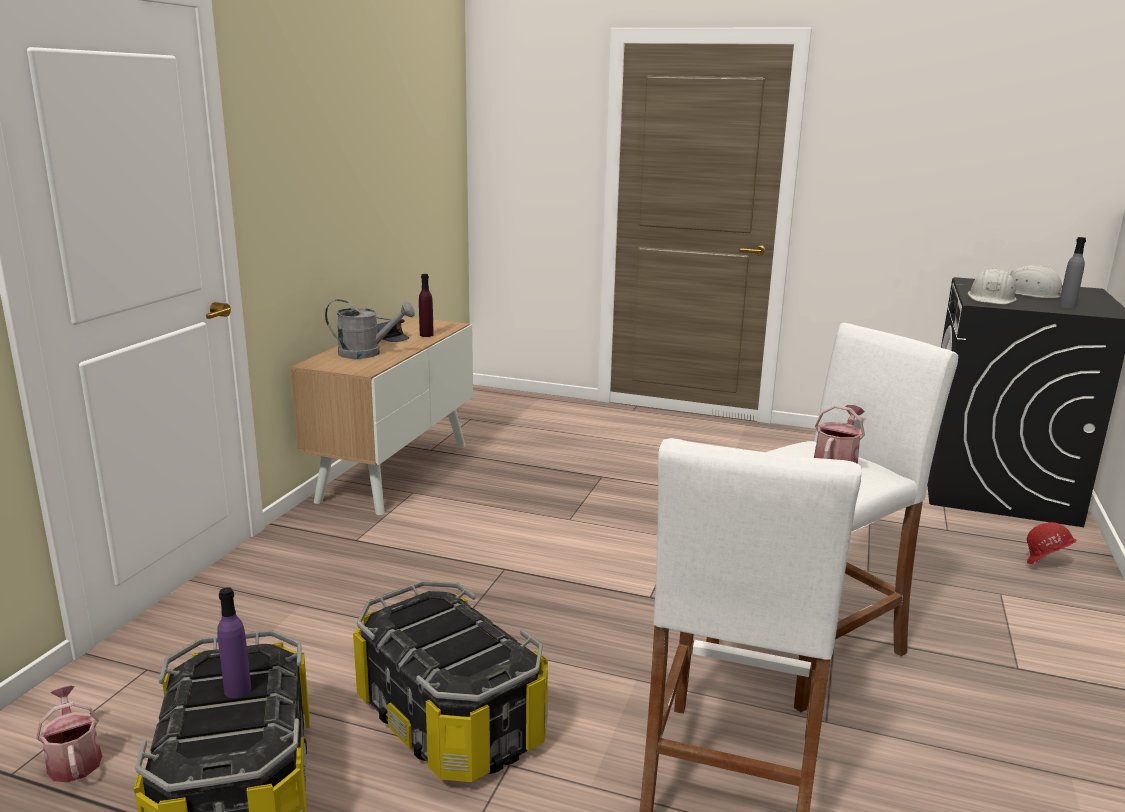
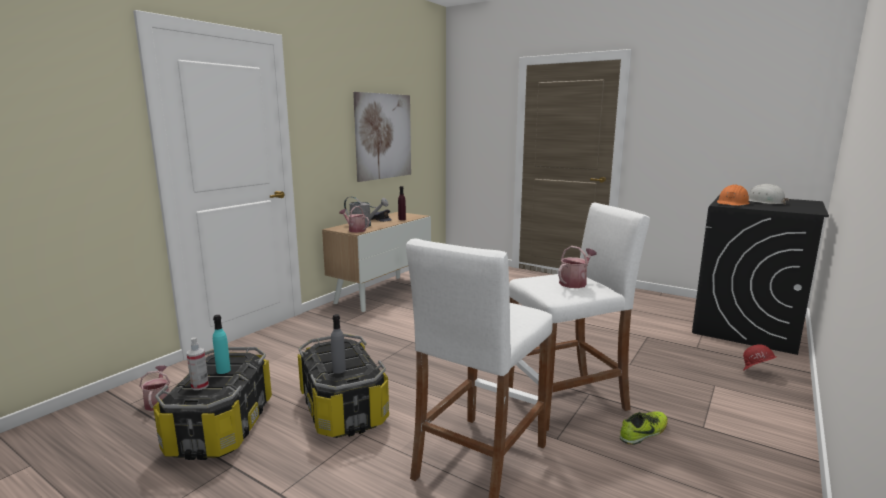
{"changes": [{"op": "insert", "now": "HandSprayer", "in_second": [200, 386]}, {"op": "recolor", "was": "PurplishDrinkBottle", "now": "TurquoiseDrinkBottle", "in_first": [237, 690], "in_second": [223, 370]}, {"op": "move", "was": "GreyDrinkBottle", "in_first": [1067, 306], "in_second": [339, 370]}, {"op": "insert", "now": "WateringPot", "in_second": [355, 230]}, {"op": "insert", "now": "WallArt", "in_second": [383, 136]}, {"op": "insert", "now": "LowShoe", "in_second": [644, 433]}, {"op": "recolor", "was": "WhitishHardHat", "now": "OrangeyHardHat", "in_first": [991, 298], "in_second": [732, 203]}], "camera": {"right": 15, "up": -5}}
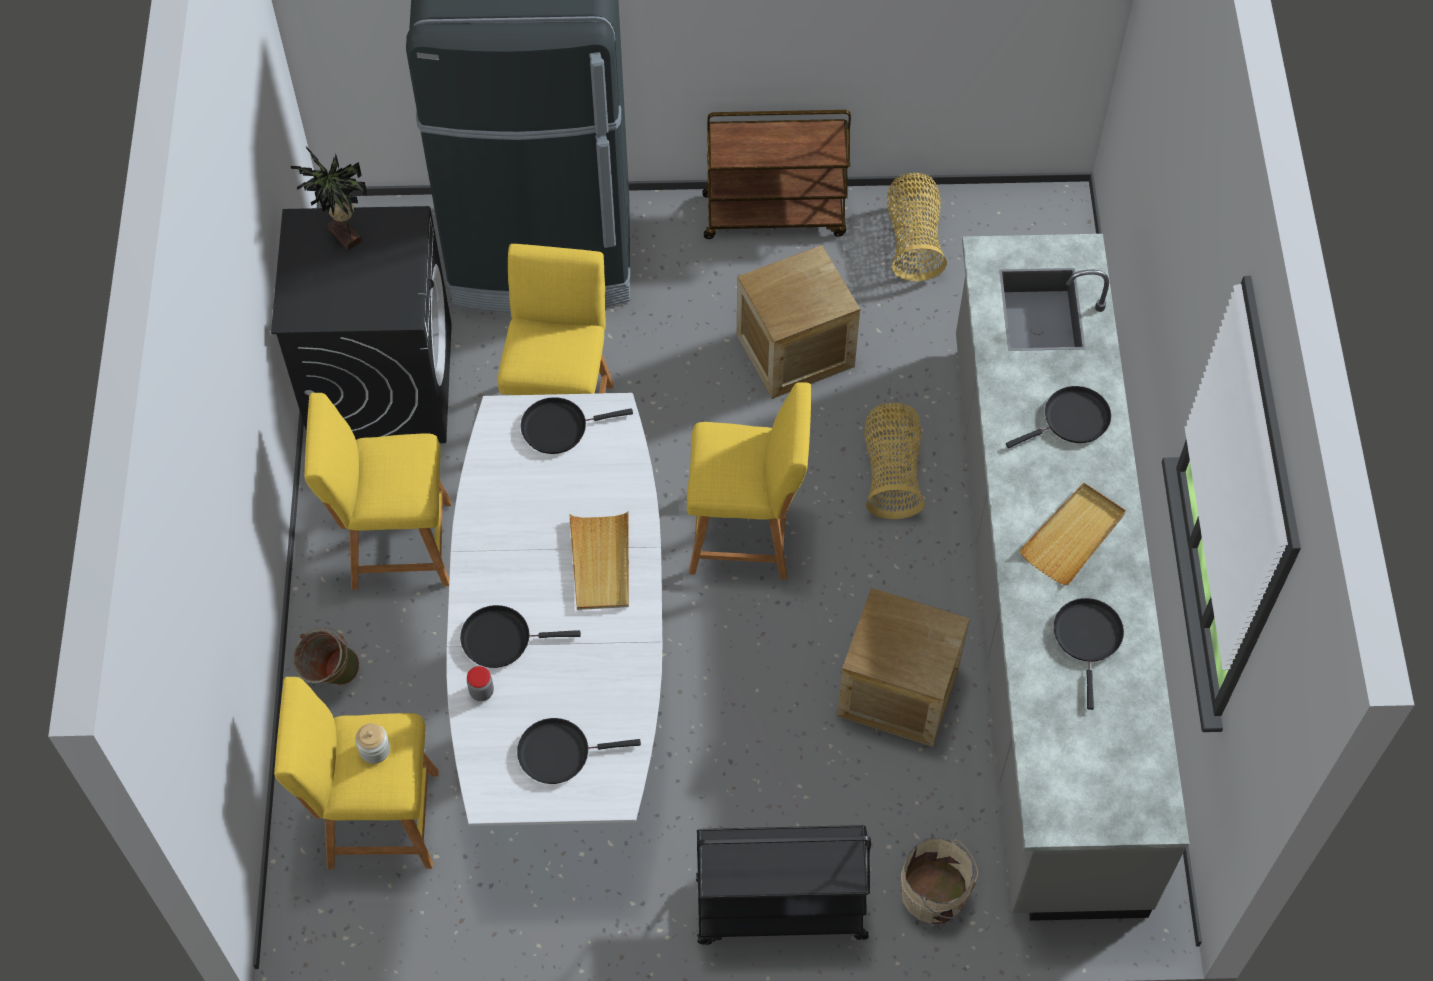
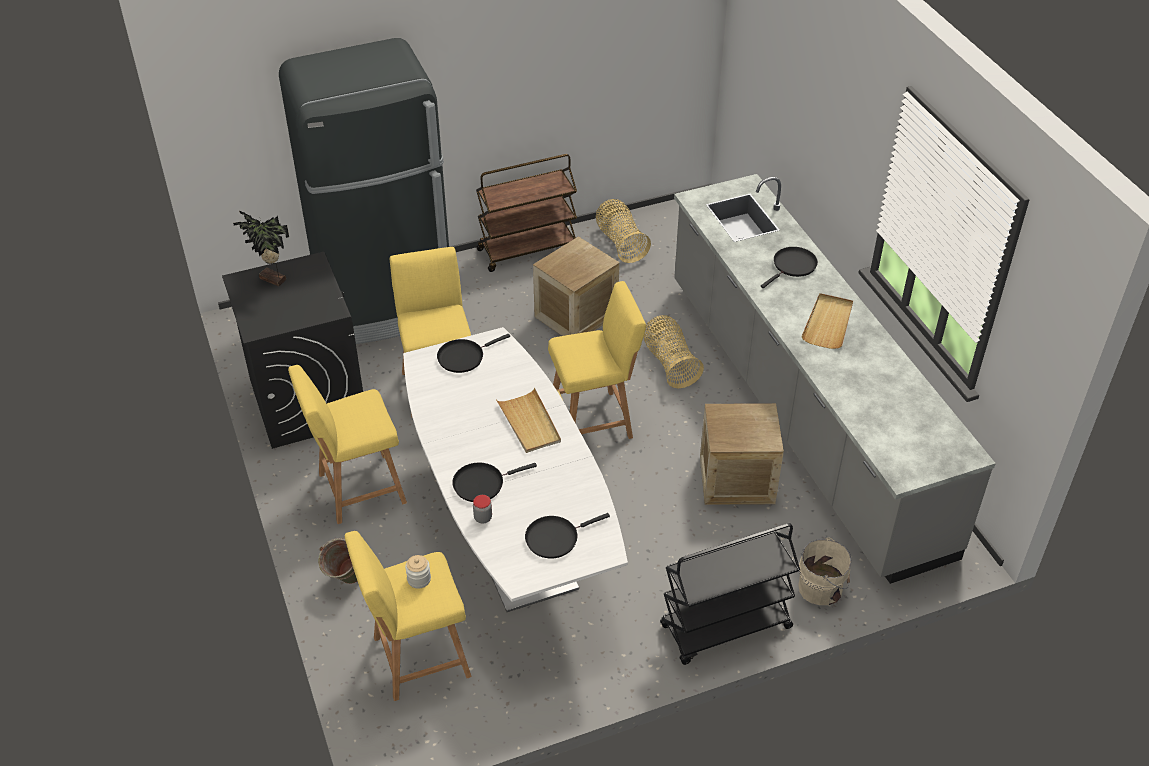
{"changes": [{"op": "delete", "was": "BlackColouredPan", "in_first": [1088, 638]}], "camera": {"right": -20, "up": -15}}
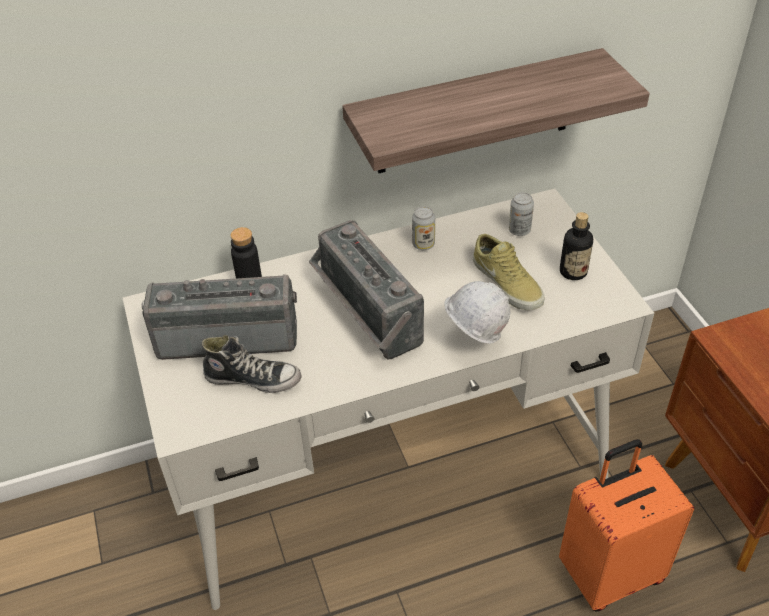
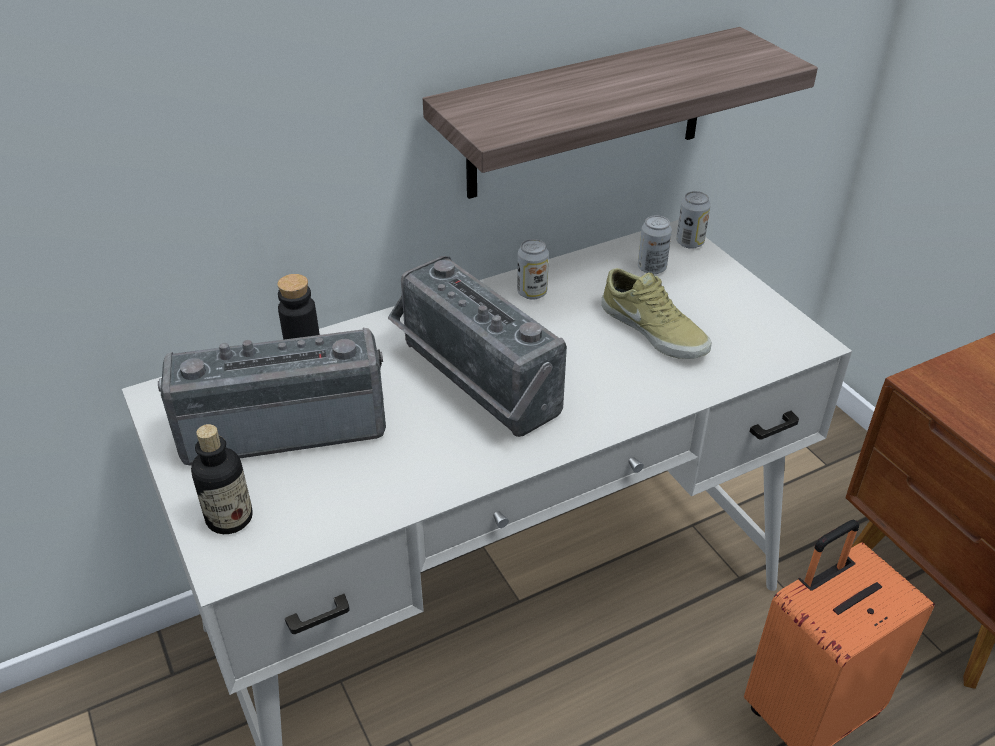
{"changes": [{"op": "move", "was": "DrinkBottle", "in_first": [573, 272], "in_second": [229, 518]}, {"op": "insert", "now": "MetalCan", "in_second": [690, 242]}, {"op": "delete", "was": "LowShoe", "in_first": [253, 379]}, {"op": "delete", "was": "WhitishHardHat", "in_first": [473, 339]}], "camera": {"right": -10, "up": -5}}
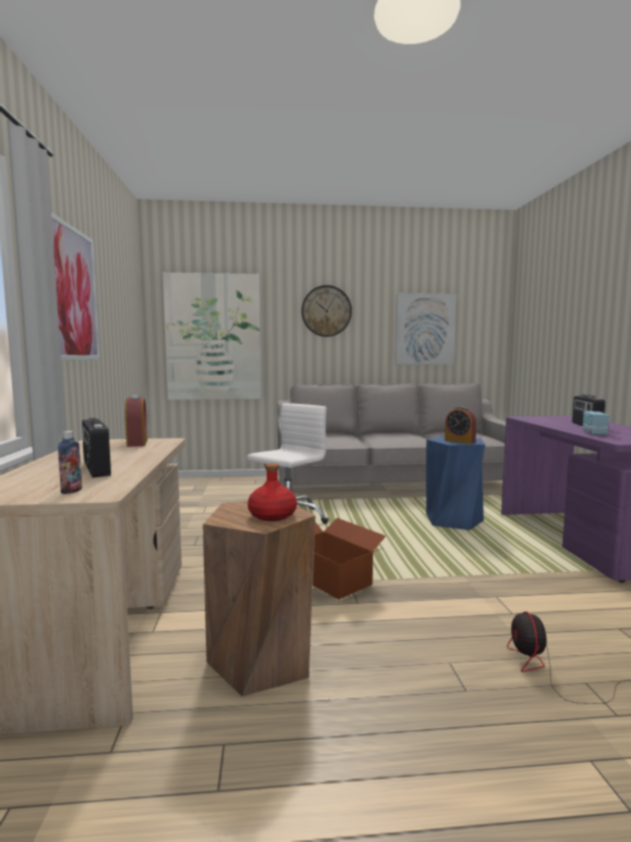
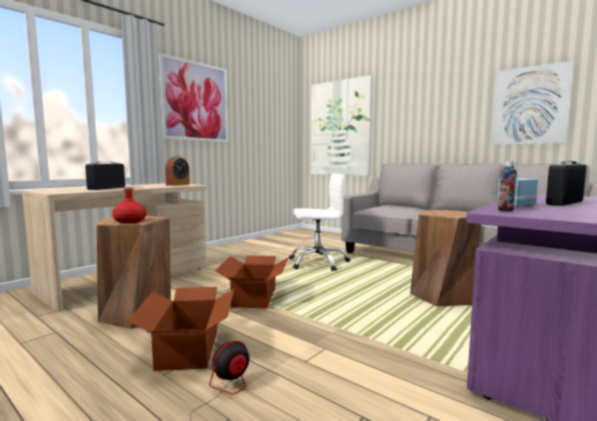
{"changes": [{"op": "insert", "now": "Carton", "in_second": [187, 349]}, {"op": "recolor", "was": "BluishStool", "now": "BrownishStool", "in_first": [453, 520], "in_second": [442, 296]}, {"op": "move", "was": "DrinkBottle", "in_first": [71, 491], "in_second": [505, 210]}, {"op": "delete", "was": "ClockOnTheWall", "in_first": [326, 311]}, {"op": "delete", "was": "AlarmClock", "in_first": [459, 441]}], "camera": {"right": 45, "up": 0}}
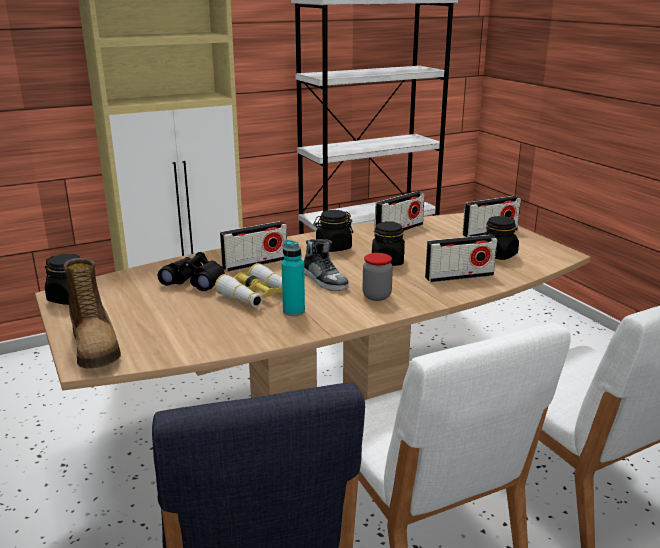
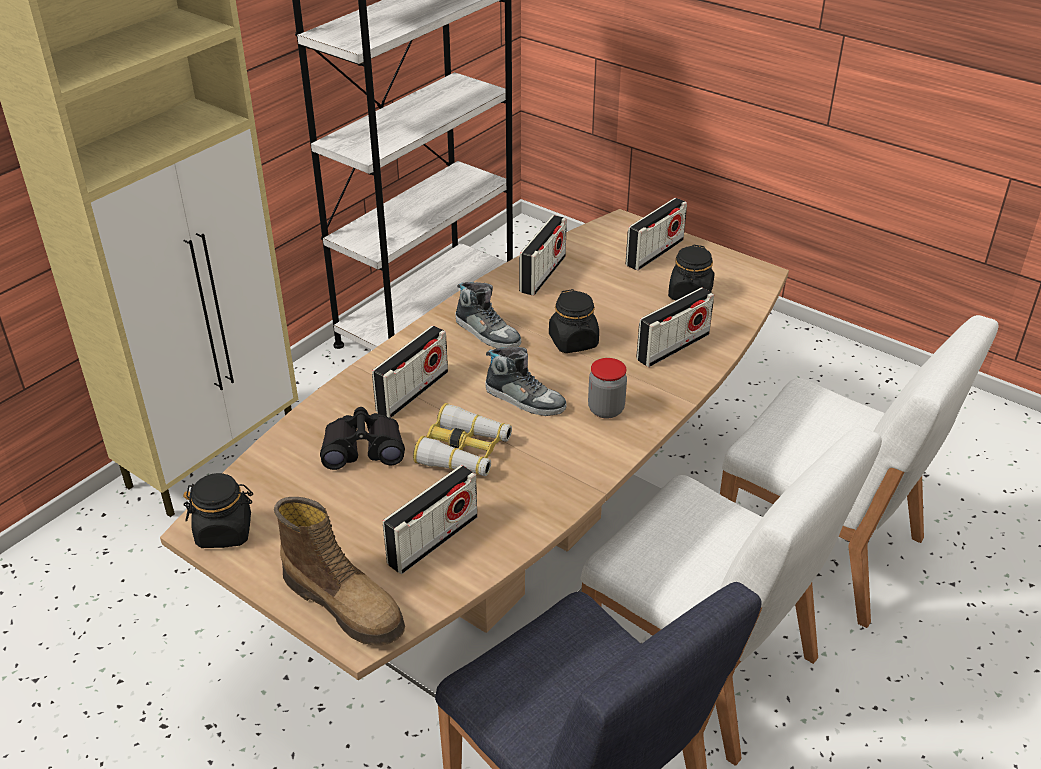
{"changes": [{"op": "insert", "now": "Radio", "in_second": [433, 540]}, {"op": "replace", "was": "BlackColouredJar", "now": "LowShoe", "in_first": [333, 247], "in_second": [487, 332]}, {"op": "delete", "was": "TurquoiseDrinkBottle", "in_first": [293, 311]}], "camera": {"right": -25, "up": 15}}
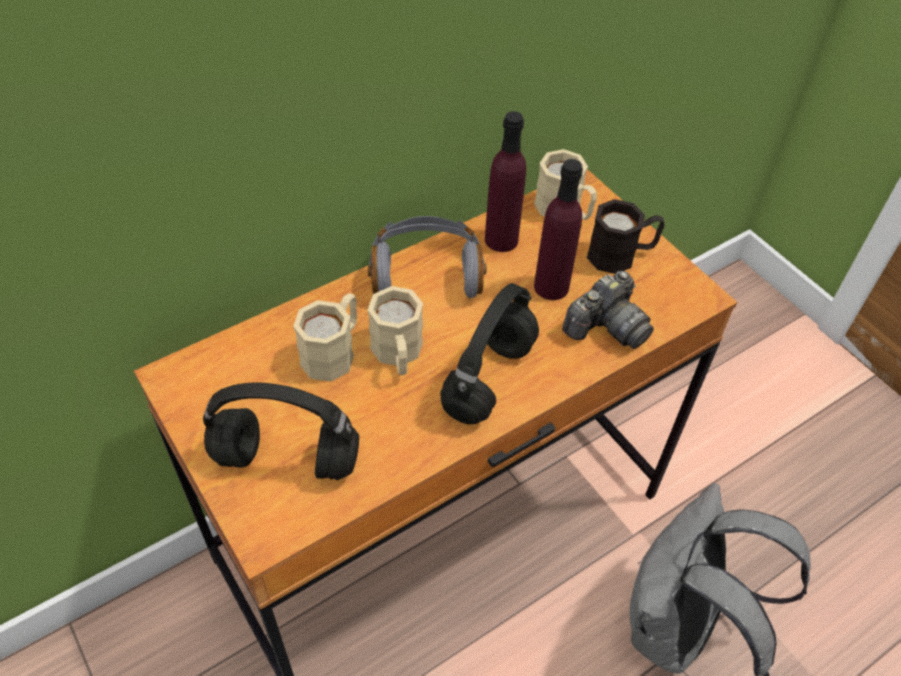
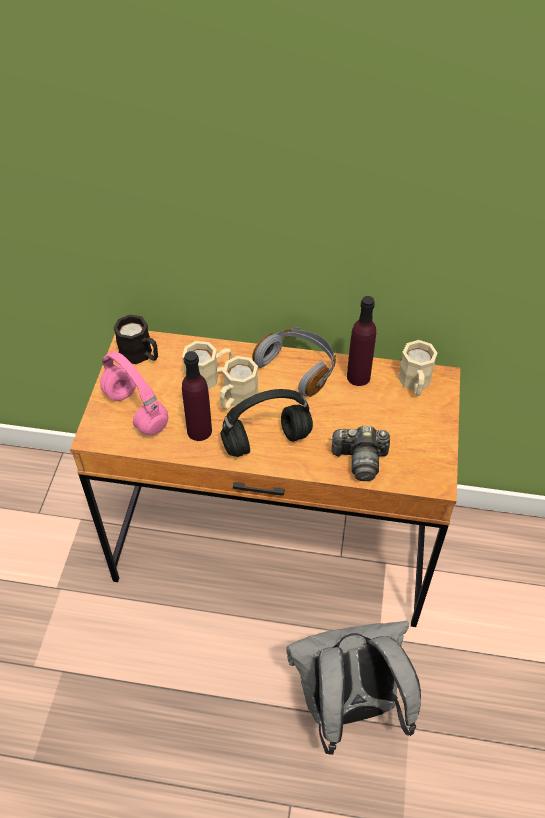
{"changes": [{"op": "recolor", "was": "BlackColouredPairOfHeadphones", "now": "PinkColouredPairOfHeadphones", "in_first": [289, 458], "in_second": [137, 411]}, {"op": "move", "was": "BlackColouredCoffeeMug", "in_first": [621, 255], "in_second": [141, 355]}, {"op": "move", "was": "PurplishDrinkBottle", "in_first": [551, 286], "in_second": [199, 431]}], "camera": {"right": 45, "up": 0}}
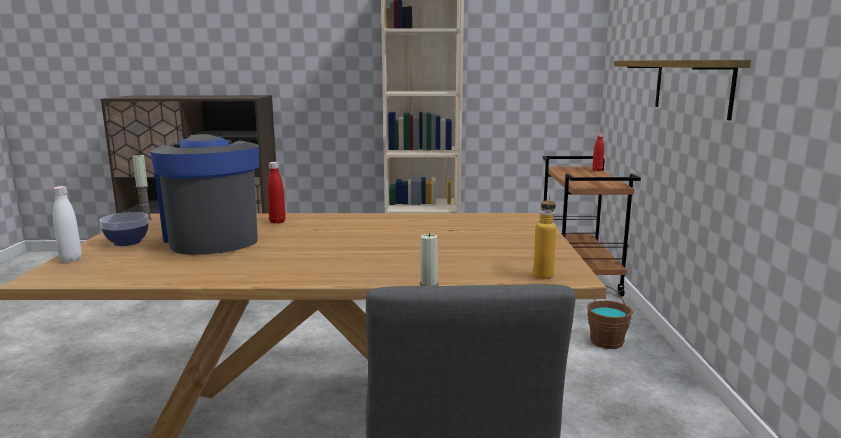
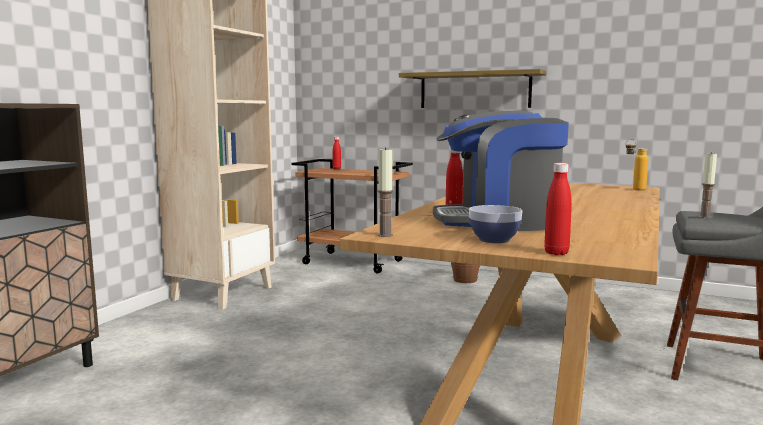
{"changes": [{"op": "recolor", "was": "WhitishDrinkBottle", "now": "RedDrinkBottle", "in_first": [71, 260], "in_second": [556, 253]}], "camera": {"right": -65, "up": -5}}
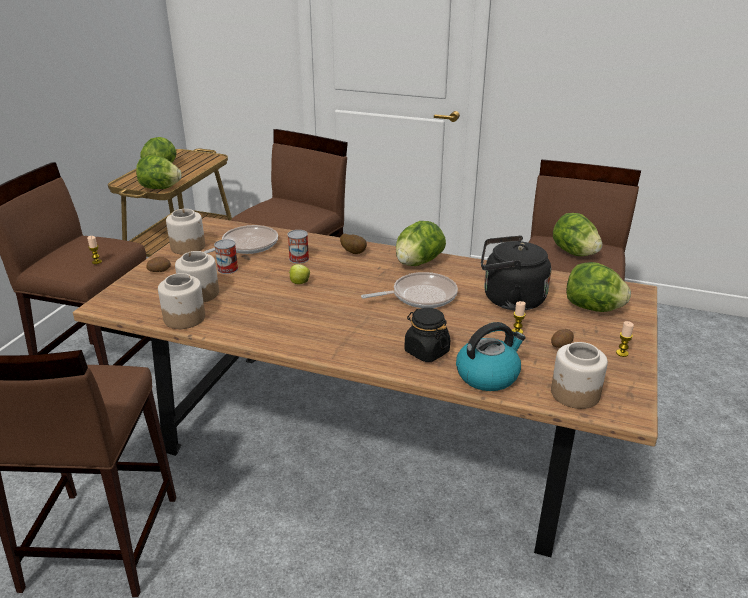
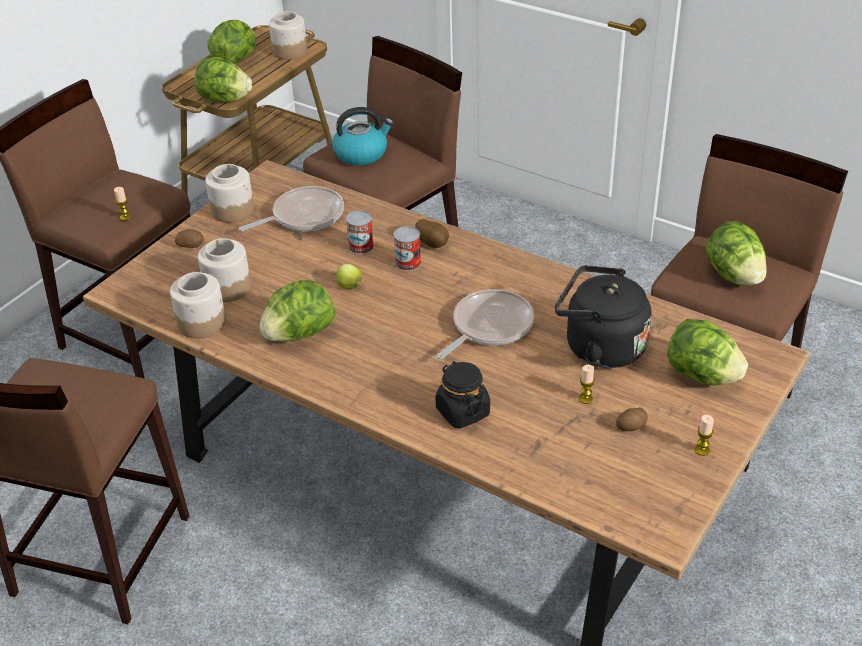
{"changes": [{"op": "move", "was": "HeadOfLettuce", "in_first": [418, 263], "in_second": [299, 334]}, {"op": "move", "was": "Jar", "in_first": [575, 394], "in_second": [289, 51]}, {"op": "move", "was": "Kettle", "in_first": [488, 375], "in_second": [361, 153]}, {"op": "move", "was": "MetalCan", "in_first": [227, 269], "in_second": [408, 263]}, {"op": "rotate", "was": "Pan", "in_first": [420, 296], "in_second": [489, 326], "clockwise": -45}], "camera": {"right": 15, "up": 10}}
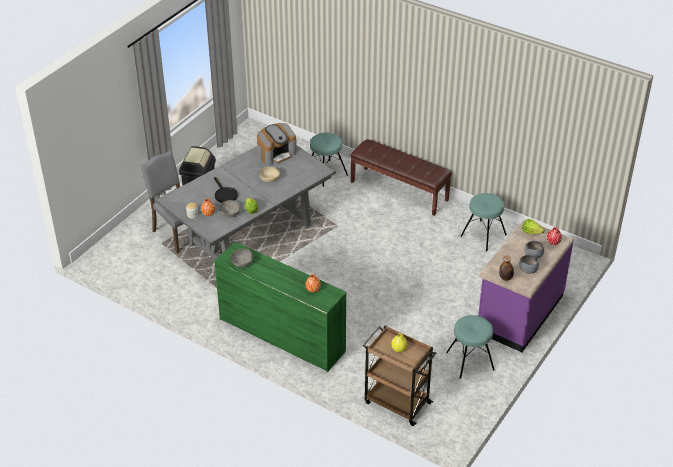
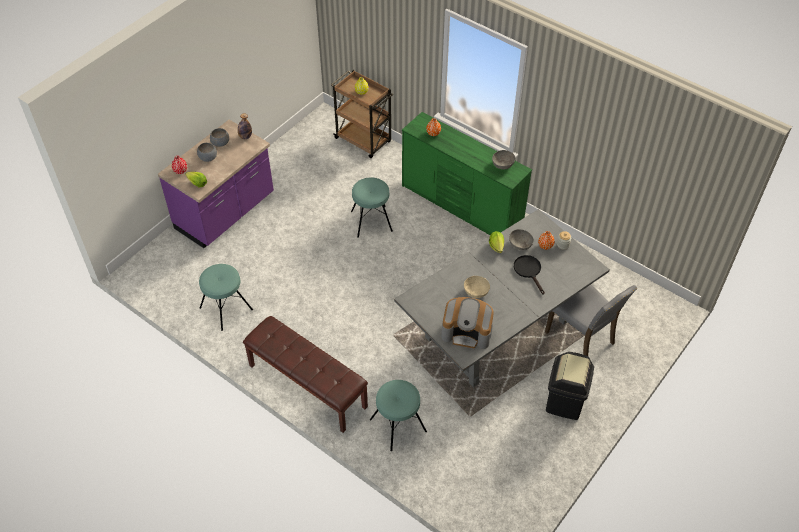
{"changes": [{"op": "move", "was": "TurquoiseStool", "in_first": [470, 361], "in_second": [371, 221]}, {"op": "rotate", "was": "CoffeeMachine", "in_first": [276, 154], "in_second": [467, 332], "clockwise": -135}], "camera": {"right": -175, "up": 10}}
